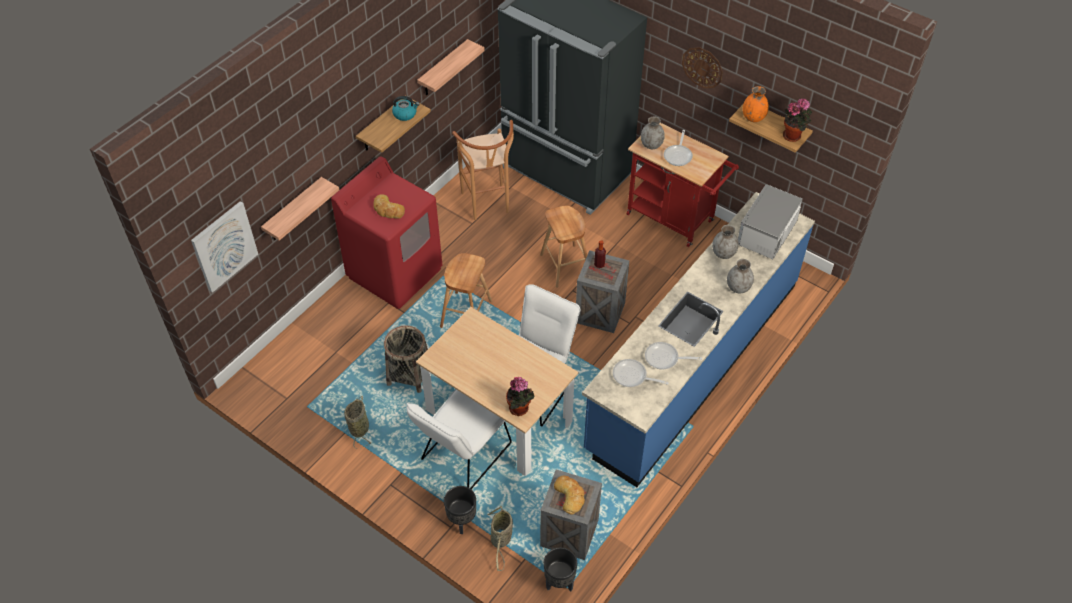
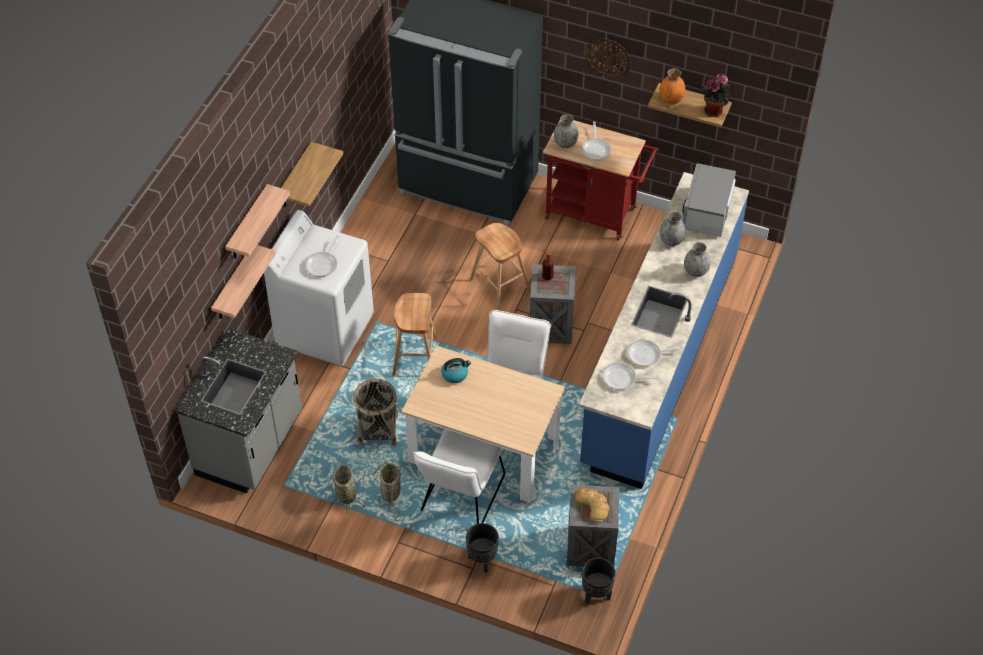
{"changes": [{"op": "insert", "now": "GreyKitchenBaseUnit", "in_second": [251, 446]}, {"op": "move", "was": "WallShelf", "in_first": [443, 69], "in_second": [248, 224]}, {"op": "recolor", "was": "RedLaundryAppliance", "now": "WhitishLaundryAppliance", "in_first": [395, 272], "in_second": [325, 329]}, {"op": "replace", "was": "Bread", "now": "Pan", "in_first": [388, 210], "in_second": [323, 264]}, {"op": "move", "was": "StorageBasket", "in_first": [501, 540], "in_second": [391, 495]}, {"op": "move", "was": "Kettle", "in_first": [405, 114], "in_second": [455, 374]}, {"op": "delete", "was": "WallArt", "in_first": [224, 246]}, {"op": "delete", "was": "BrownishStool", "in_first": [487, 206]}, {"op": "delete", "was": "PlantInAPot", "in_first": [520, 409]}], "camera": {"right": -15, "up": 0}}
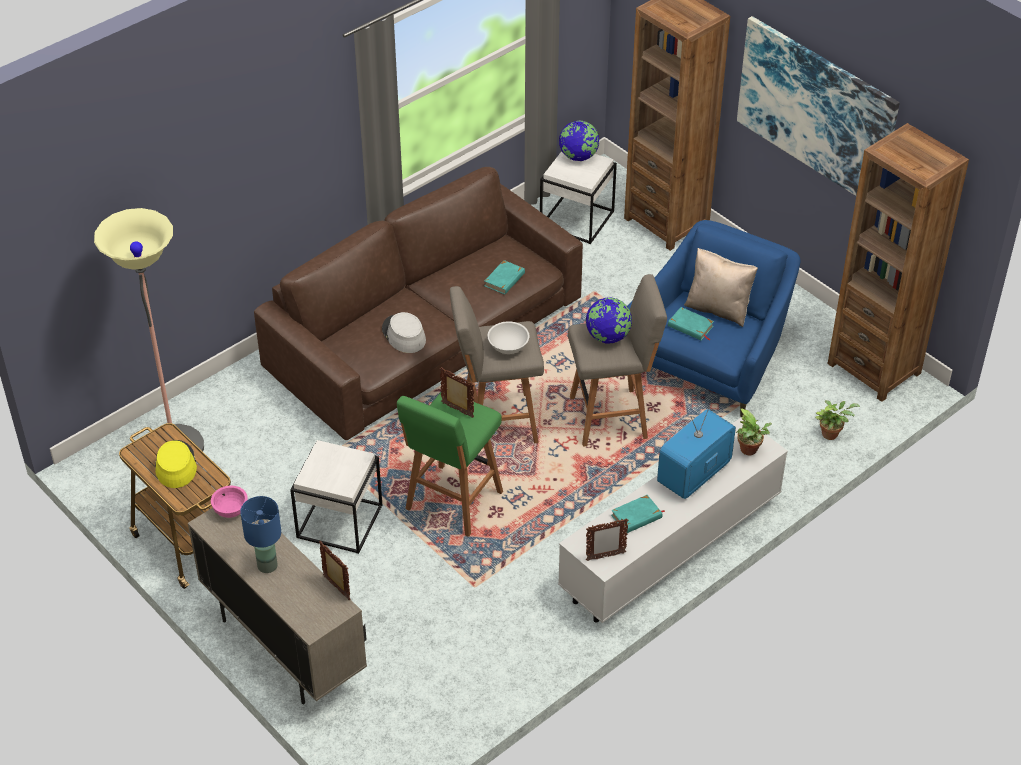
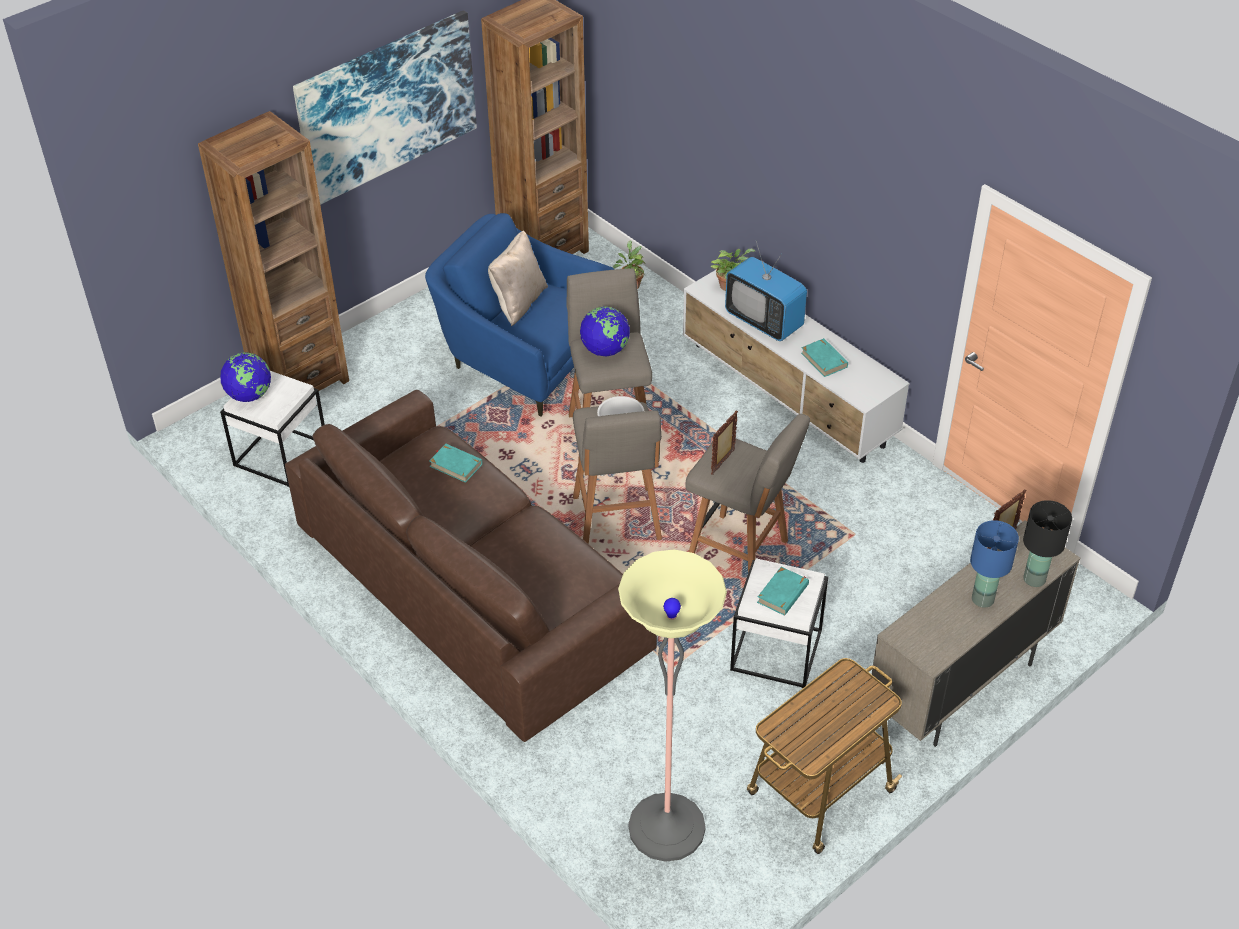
{"changes": [{"op": "recolor", "was": "GreenishStool", "now": "GreyStool", "in_first": [452, 503], "in_second": [740, 555]}, {"op": "move", "was": "TurquoiseBook", "in_first": [690, 326], "in_second": [783, 593]}, {"op": "insert", "now": "BlackColouredTabletopLamp", "in_second": [1034, 579]}, {"op": "delete", "was": "YellowClothingHat", "in_first": [175, 465]}, {"op": "delete", "was": "PinkColouredServingBowl", "in_first": [231, 510]}, {"op": "delete", "was": "GreyClothingHat", "in_first": [403, 335]}, {"op": "delete", "was": "PhotoFrame", "in_first": [605, 556]}], "camera": {"right": -90, "up": 0}}
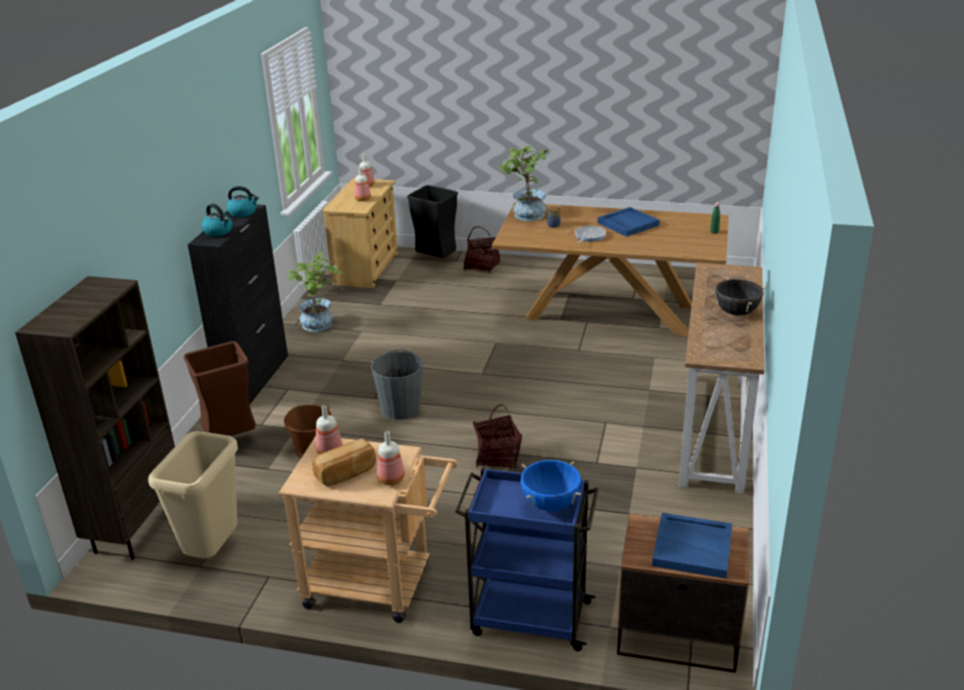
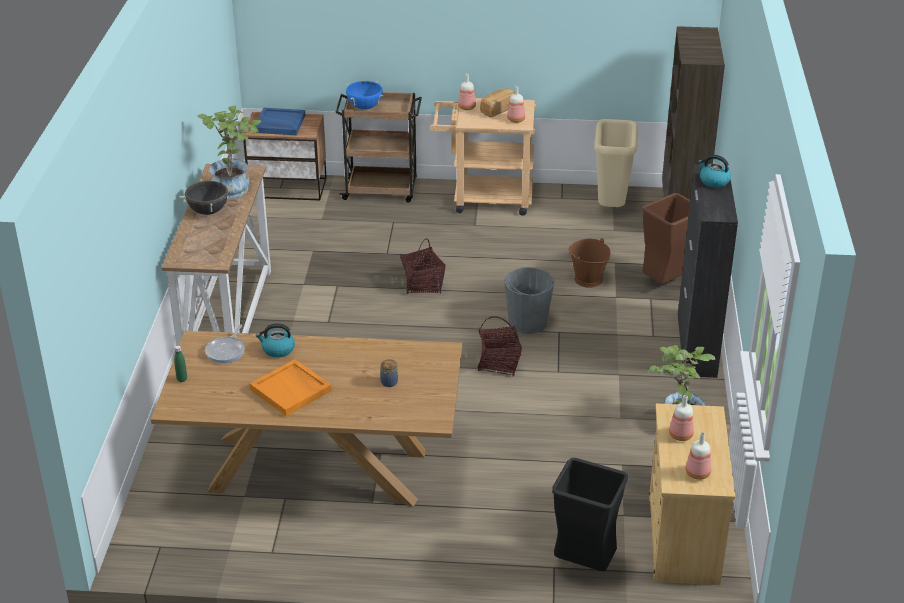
{"changes": [{"op": "move", "was": "PlantInAPot", "in_first": [525, 216], "in_second": [235, 186]}, {"op": "move", "was": "Pan", "in_first": [589, 236], "in_second": [226, 351]}, {"op": "recolor", "was": "BluishCarryingTray", "now": "OrangeyCarryingTray", "in_first": [627, 224], "in_second": [291, 390]}, {"op": "move", "was": "Kettle", "in_first": [243, 212], "in_second": [277, 350]}, {"op": "recolor", "was": "BluishWheeledCart", "now": "BrownishWheeledCart", "in_first": [528, 618], "in_second": [381, 190]}, {"op": "move", "was": "StorageBasket", "in_first": [482, 266], "in_second": [499, 363]}], "camera": {"right": 170, "up": 5}}
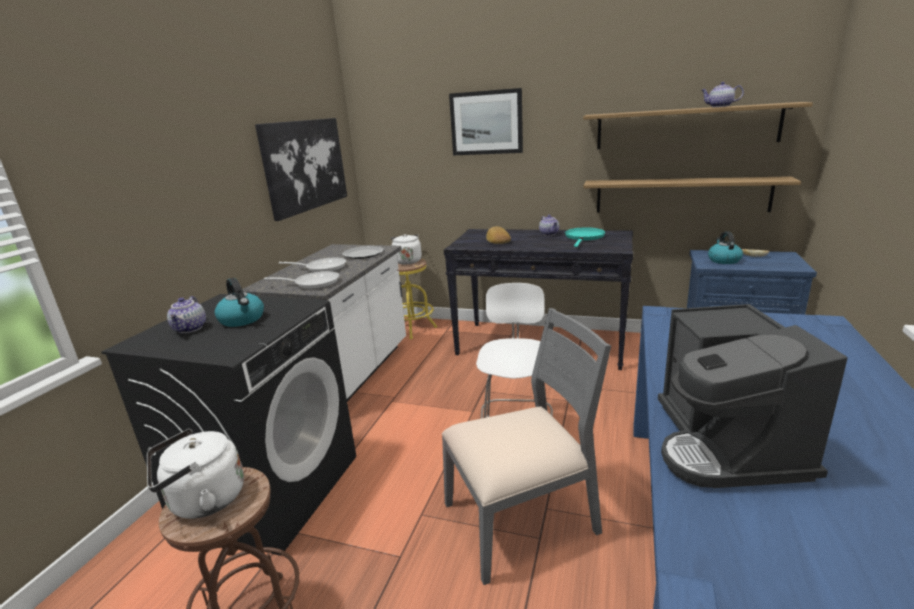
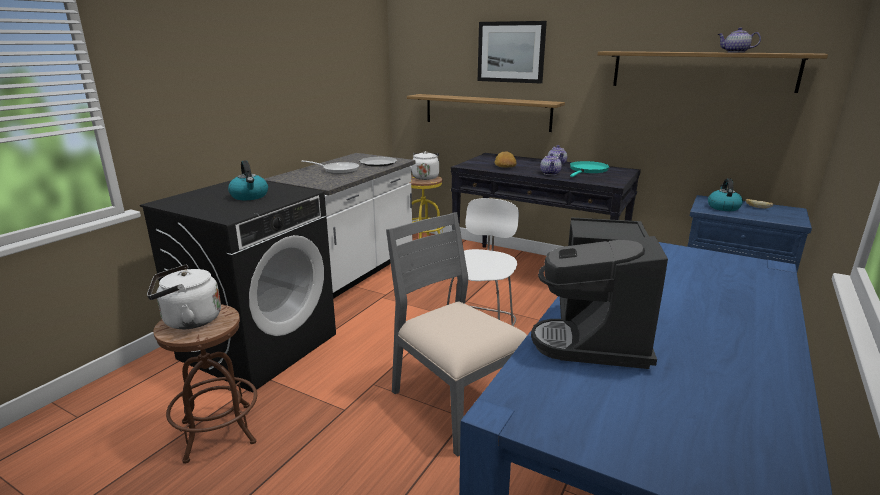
{"changes": [{"op": "rotate", "was": "GreyUprightChair", "in_first": [522, 519], "in_second": [456, 402], "clockwise": -120}, {"op": "move", "was": "WallShelf", "in_first": [681, 195], "in_second": [486, 112]}, {"op": "move", "was": "Teapot", "in_first": [191, 329], "in_second": [550, 173]}, {"op": "delete", "was": "WallArt", "in_first": [305, 165]}, {"op": "delete", "was": "Pan", "in_first": [313, 283]}], "camera": {"right": 10, "up": 0}}
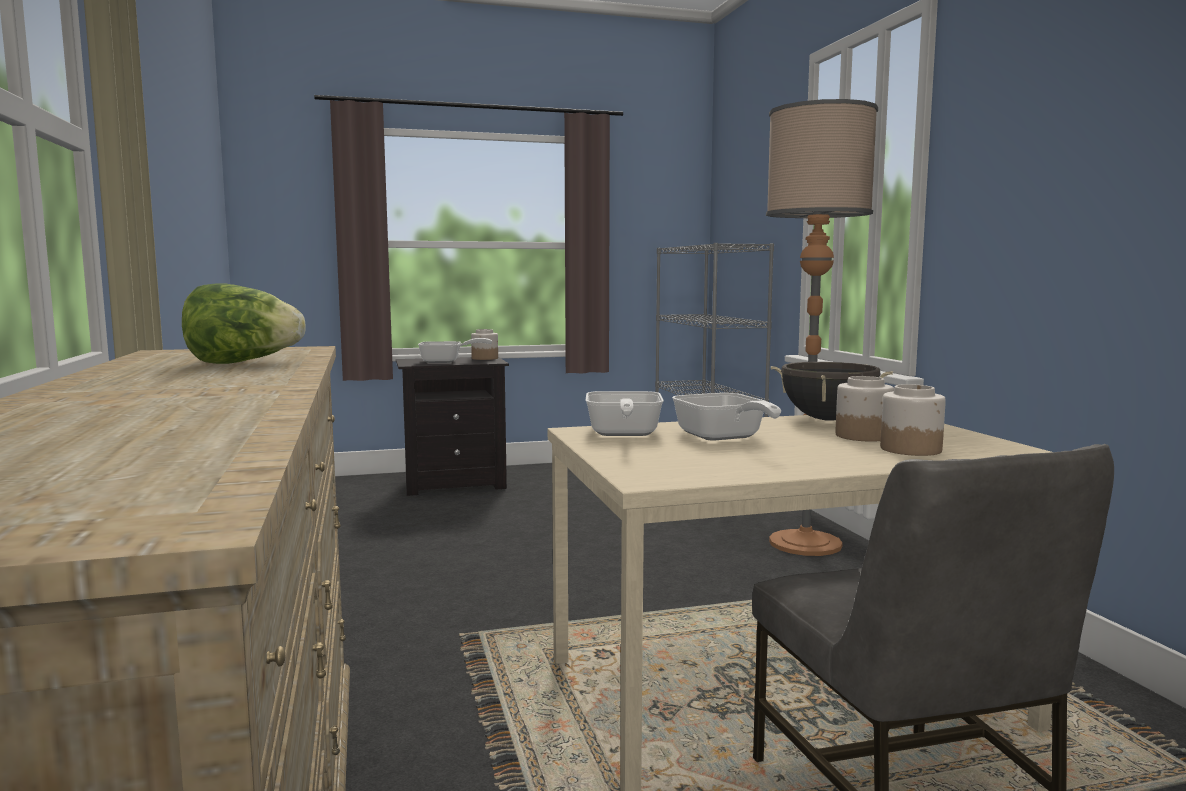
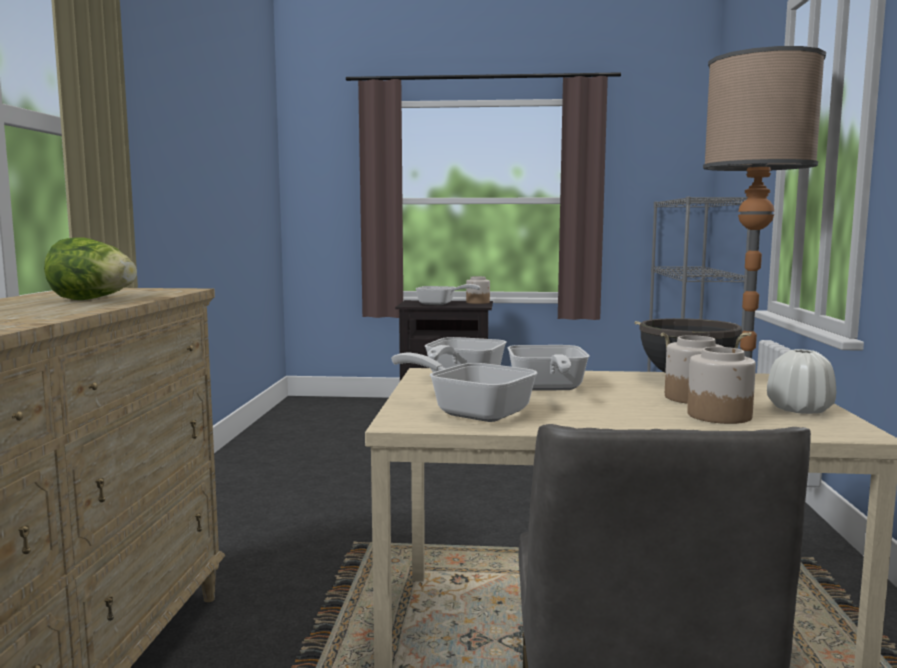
{"changes": [{"op": "insert", "now": "Pan", "in_second": [472, 411]}, {"op": "insert", "now": "WhitishFlowerVase", "in_second": [799, 410]}], "camera": {"right": 20, "up": 0}}
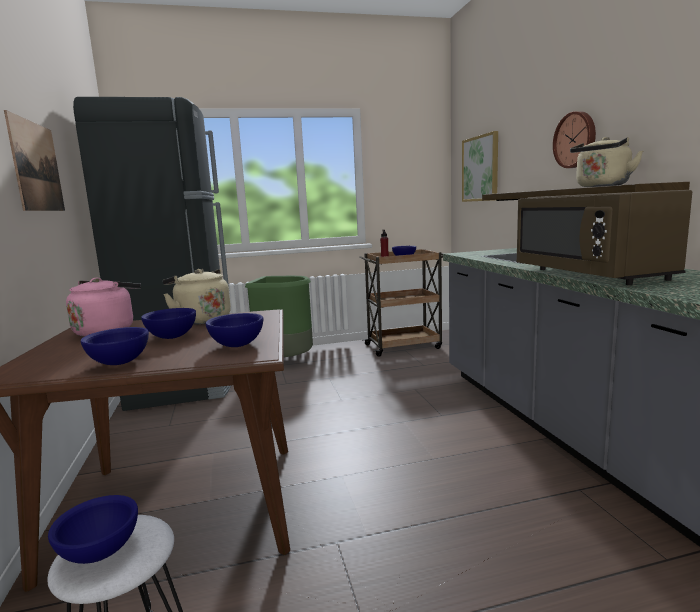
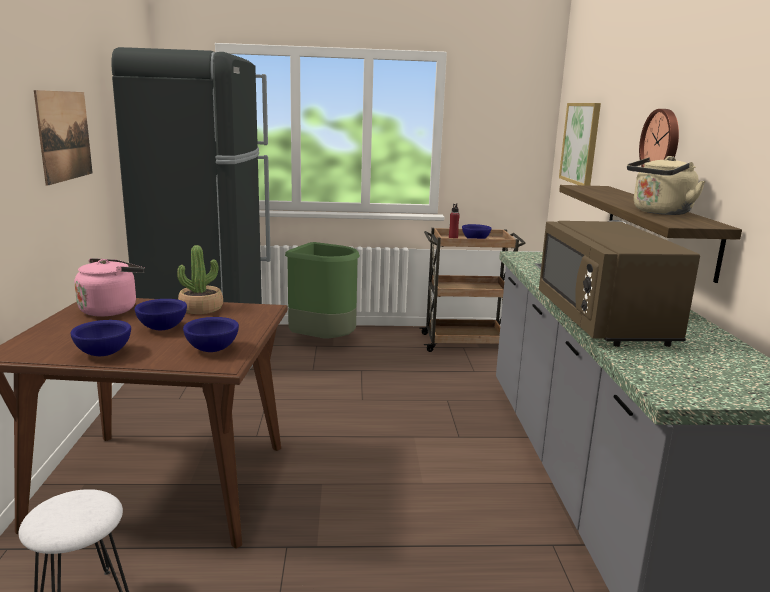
{"changes": [{"op": "replace", "was": "SandColouredKettle", "now": "PlantInAPot", "in_first": [201, 320], "in_second": [201, 308]}, {"op": "delete", "was": "BluishServingBowl", "in_first": [99, 553]}], "camera": {"right": 10, "up": 5}}
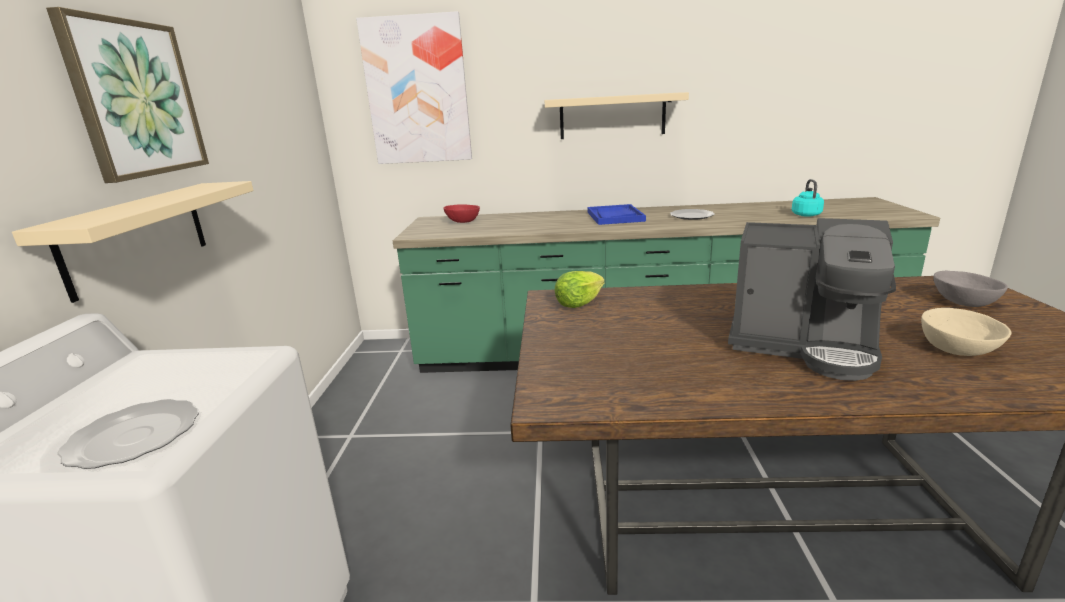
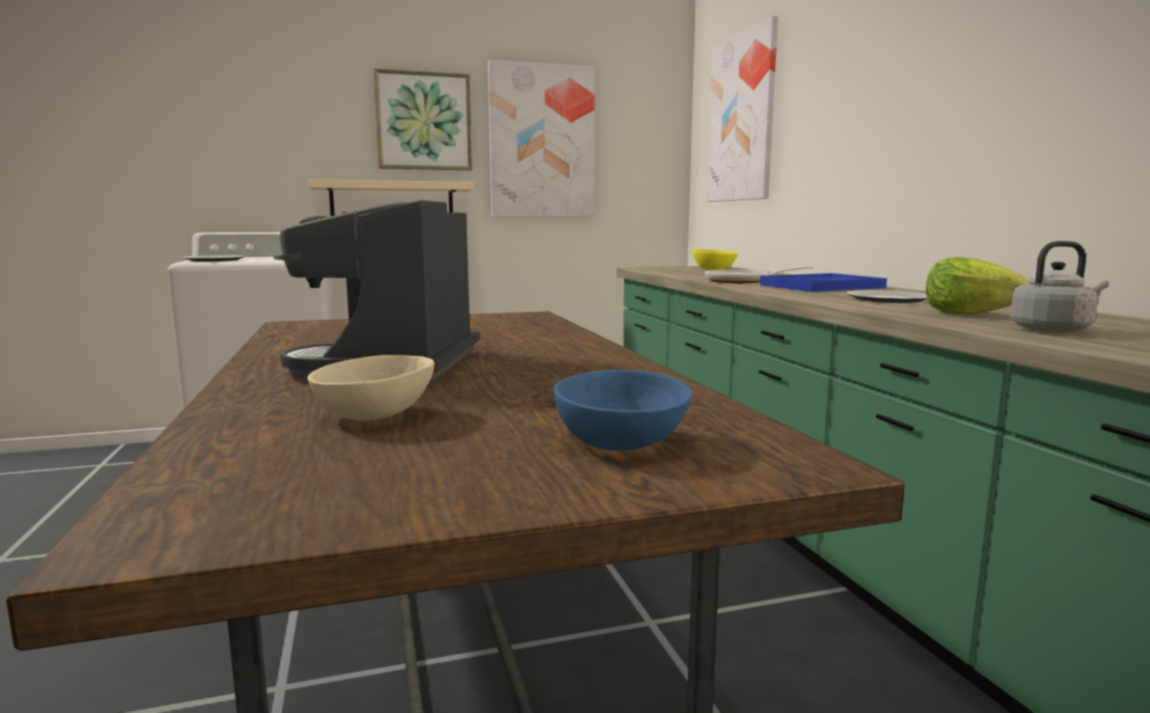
{"changes": [{"op": "insert", "now": "WallArt", "in_second": [542, 142]}, {"op": "recolor", "was": "GreyServingBowl", "now": "BluishServingBowl", "in_first": [963, 302], "in_second": [619, 441]}, {"op": "recolor", "was": "RedServingBowl", "now": "YellowServingBowl", "in_first": [462, 221], "in_second": [713, 269]}, {"op": "insert", "now": "Pan", "in_second": [742, 281]}, {"op": "move", "was": "HeadOfLettuce", "in_first": [578, 304], "in_second": [967, 314]}, {"op": "recolor", "was": "TurquoiseKettle", "now": "GreyKettle", "in_first": [805, 214], "in_second": [1053, 330]}, {"op": "delete", "was": "SandColouredWallShelf", "in_first": [612, 116]}], "camera": {"right": 70, "up": -10}}
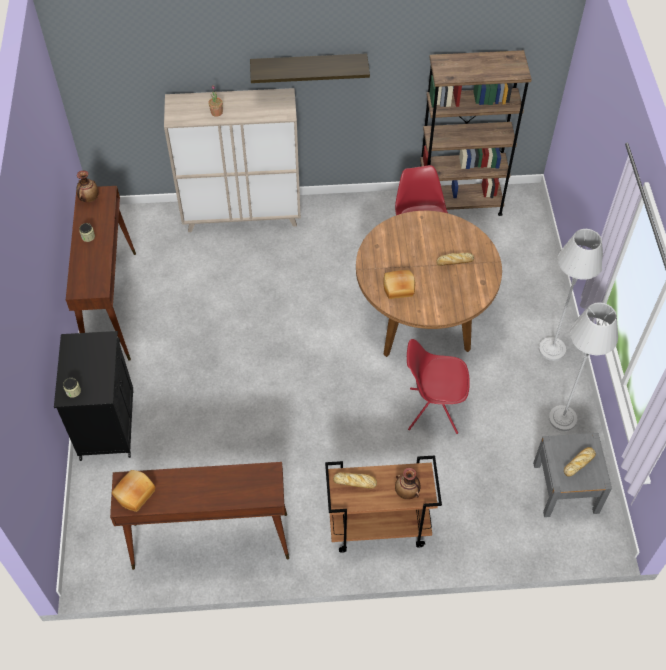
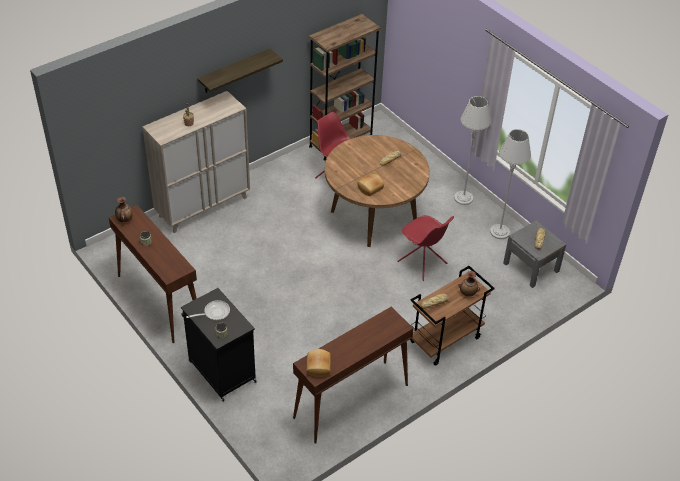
{"changes": [{"op": "insert", "now": "Pan", "in_second": [214, 313]}, {"op": "rotate", "was": "RedUprightChair", "in_first": [432, 410], "in_second": [423, 263], "clockwise": -105}], "camera": {"right": -35, "up": -10}}
